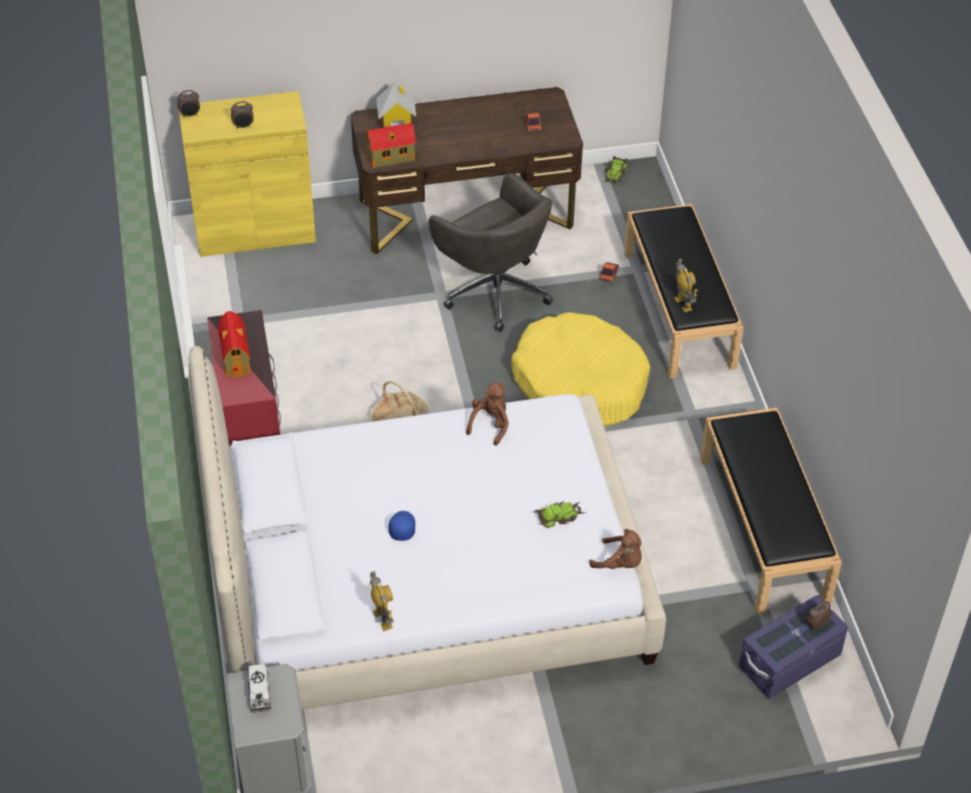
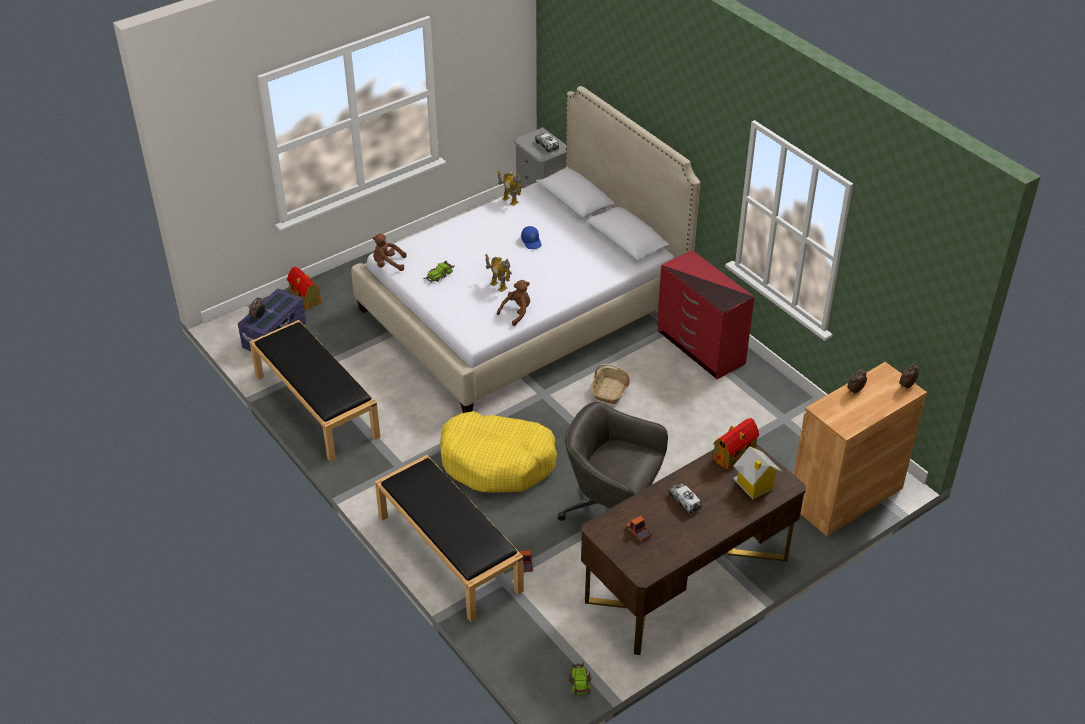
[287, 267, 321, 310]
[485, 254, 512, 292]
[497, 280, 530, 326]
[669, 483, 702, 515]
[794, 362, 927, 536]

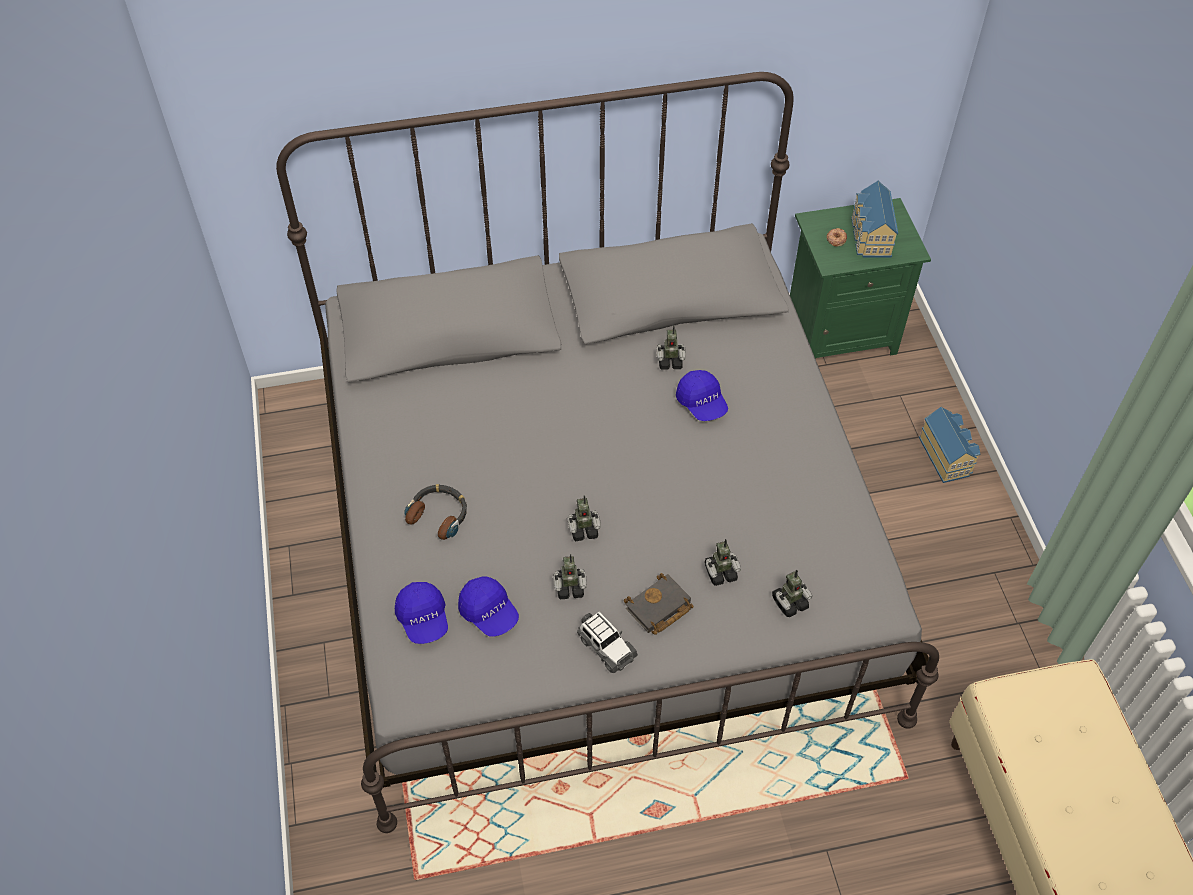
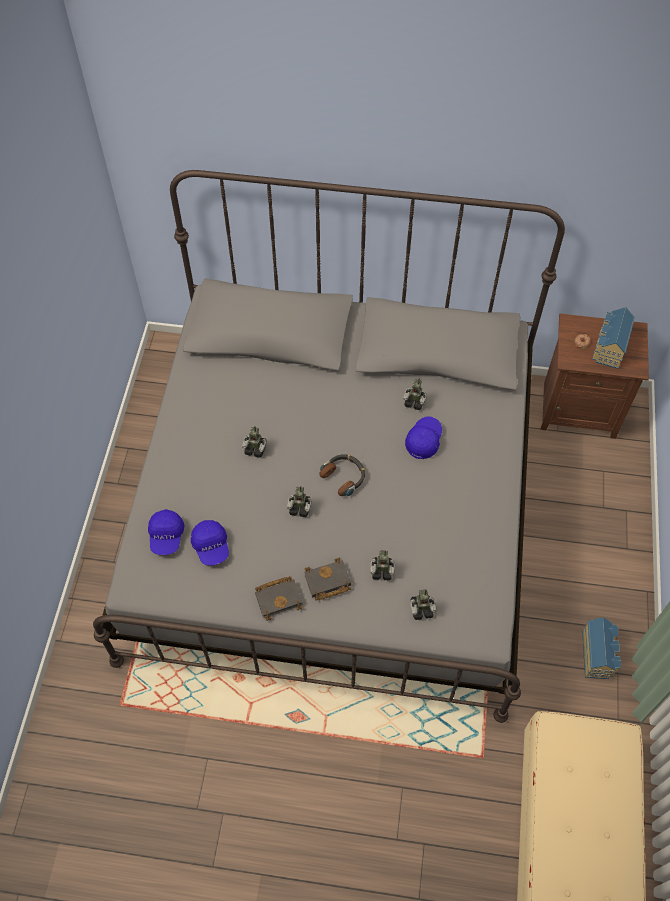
[242, 426, 267, 458]
[255, 576, 303, 621]
[319, 455, 365, 496]
[405, 416, 442, 459]
[540, 314, 649, 439]
[582, 617, 621, 679]

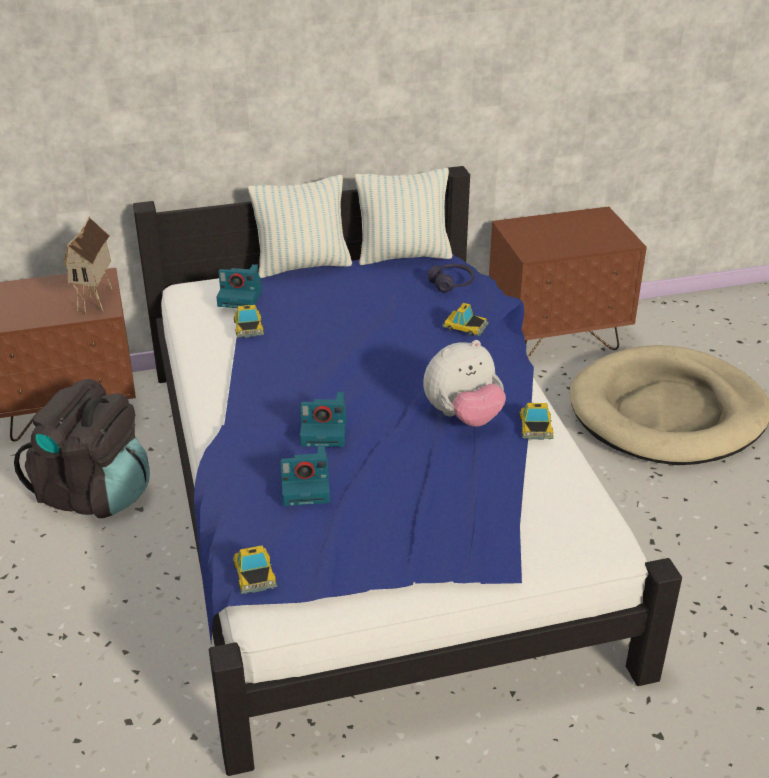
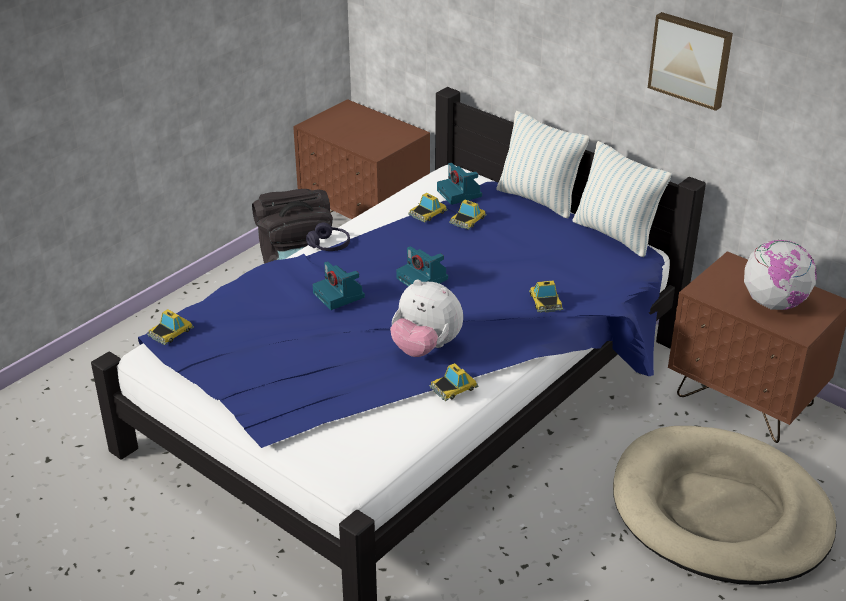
[306, 223, 350, 251]
[396, 246, 448, 286]
[449, 200, 487, 230]
[648, 12, 733, 111]
[744, 240, 817, 310]
[64, 217, 113, 315] (first image)

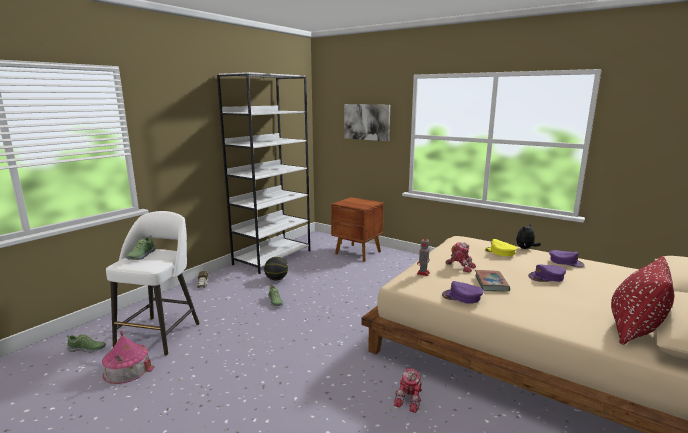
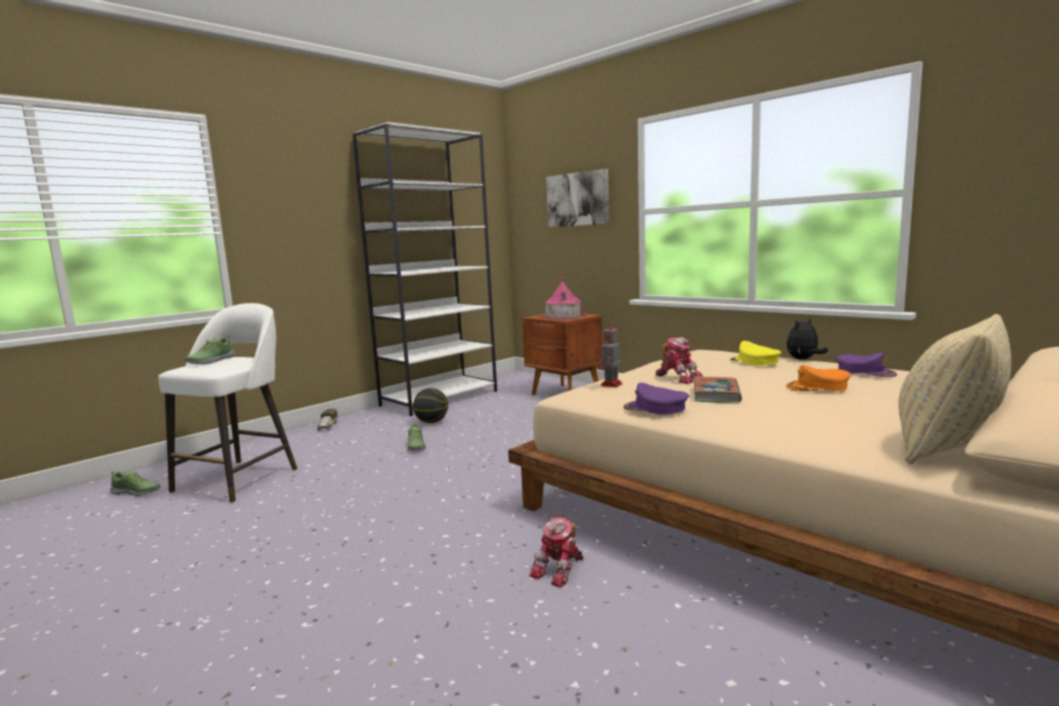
[544, 277, 587, 319]
[786, 365, 851, 392]
[898, 314, 1011, 464]

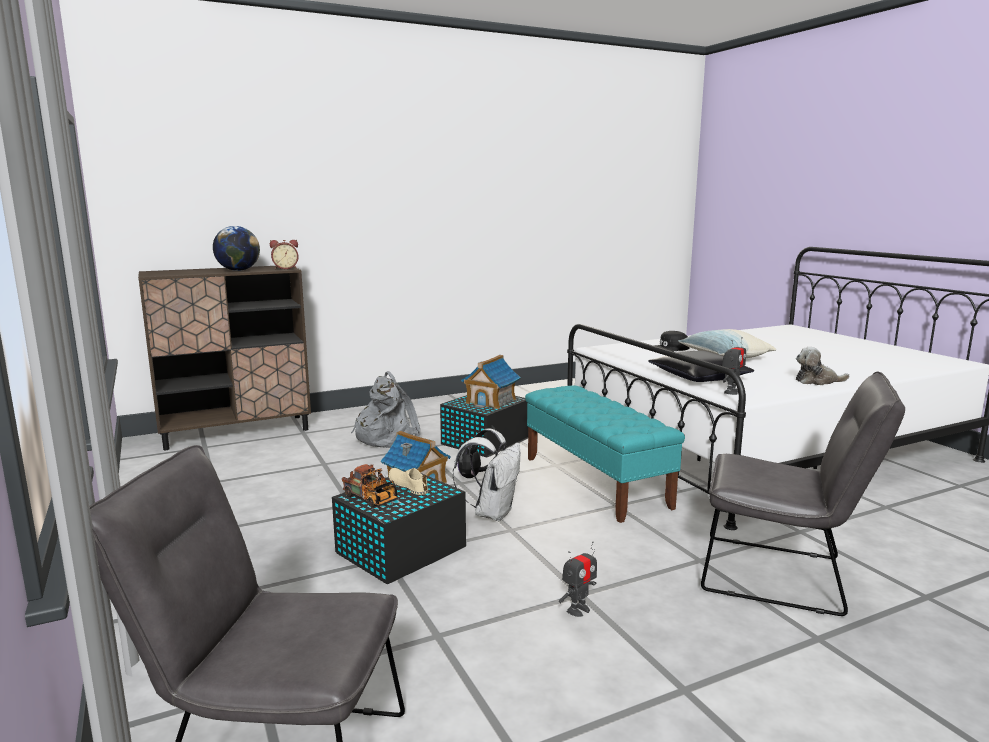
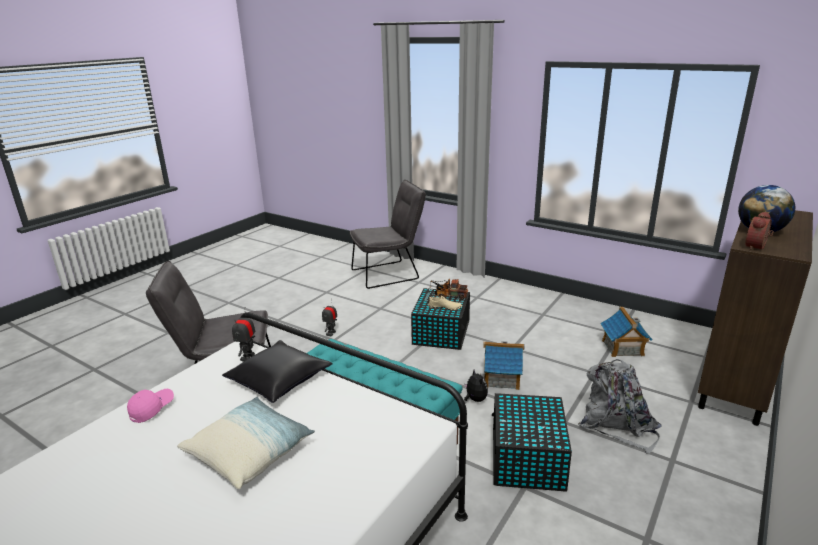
[127, 389, 174, 423]
[600, 307, 652, 357]
[453, 428, 520, 521] (first image)
[655, 331, 690, 351] (first image)

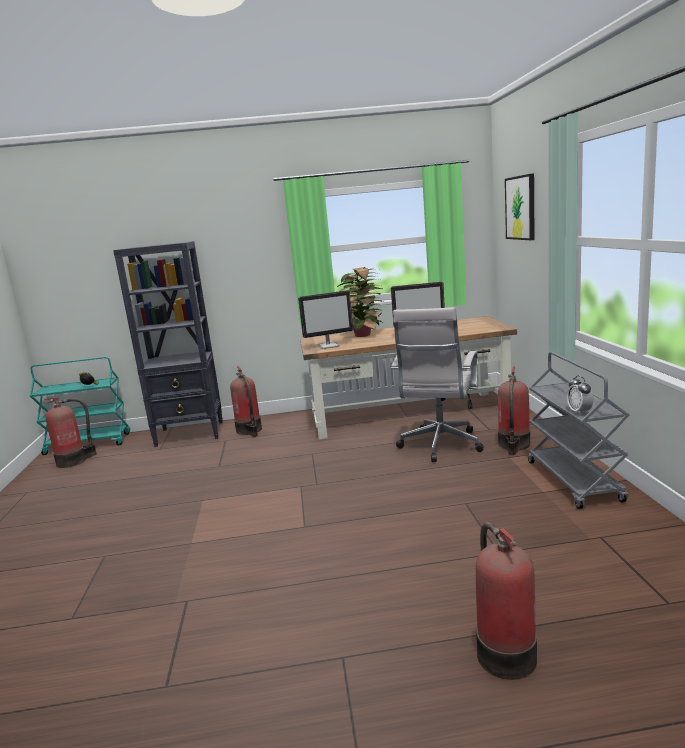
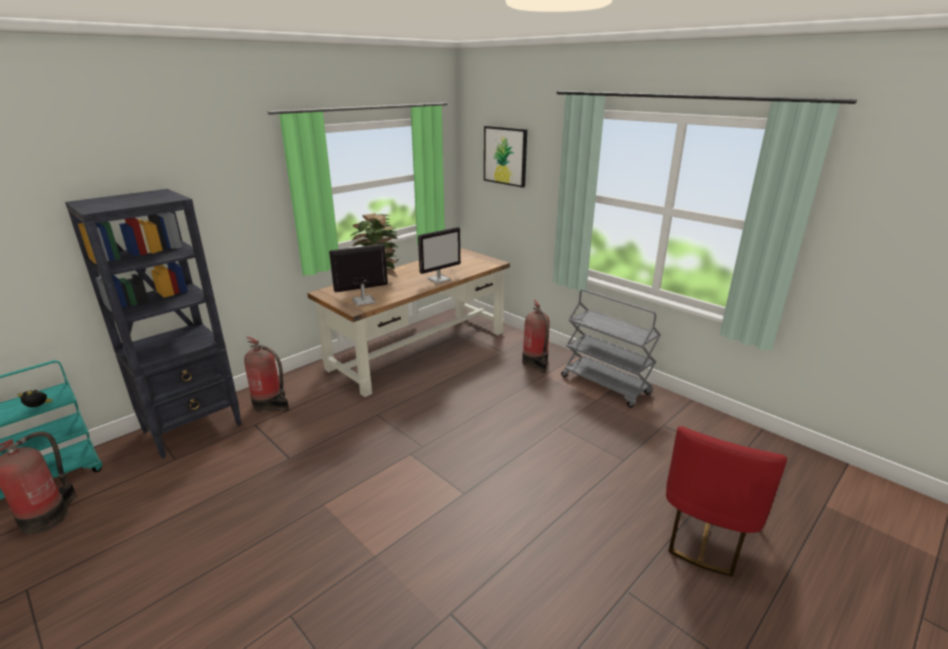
[329, 244, 388, 306]
[666, 426, 787, 577]
[391, 307, 484, 462] (first image)
[567, 375, 593, 414] (first image)

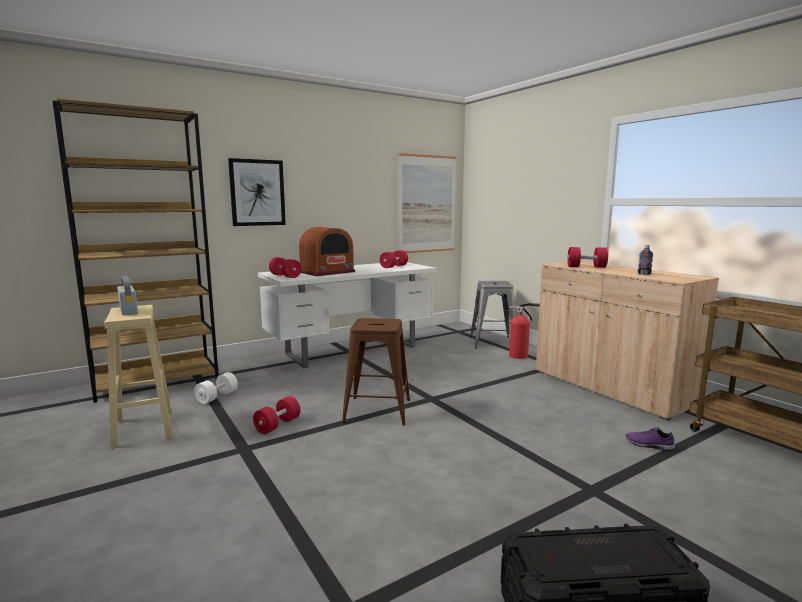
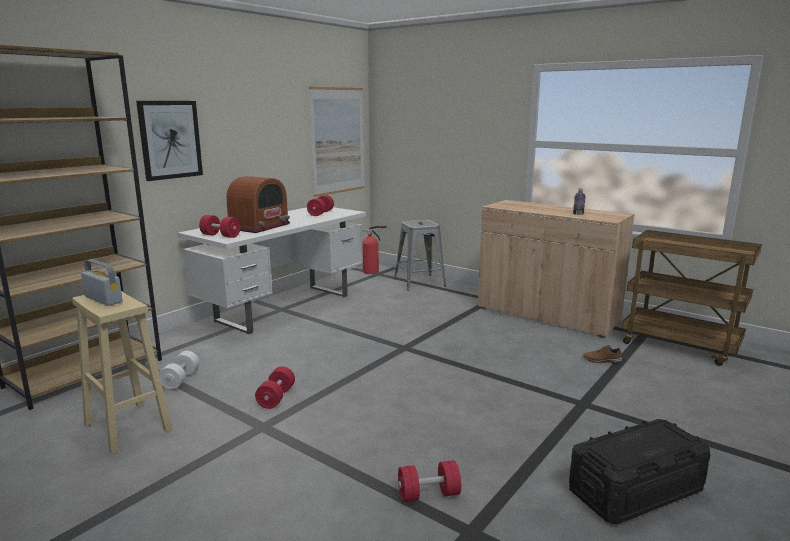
[362, 225, 387, 274]
[398, 460, 461, 502]
[583, 345, 622, 363]
[342, 318, 410, 426] (first image)

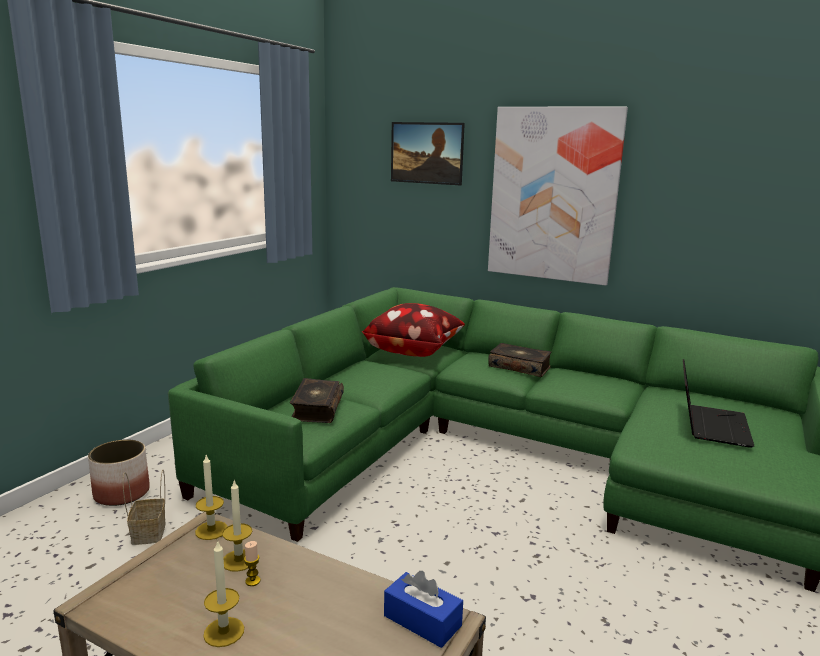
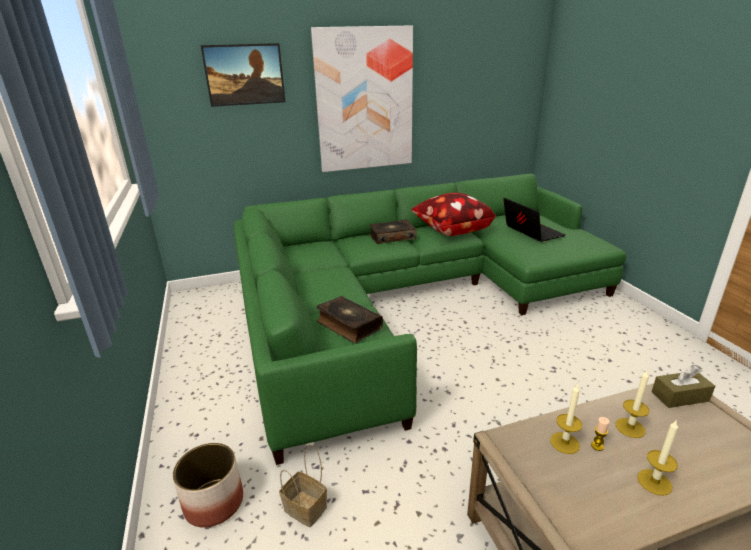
[411, 193, 496, 236]
[616, 369, 649, 438]
[652, 366, 715, 408]

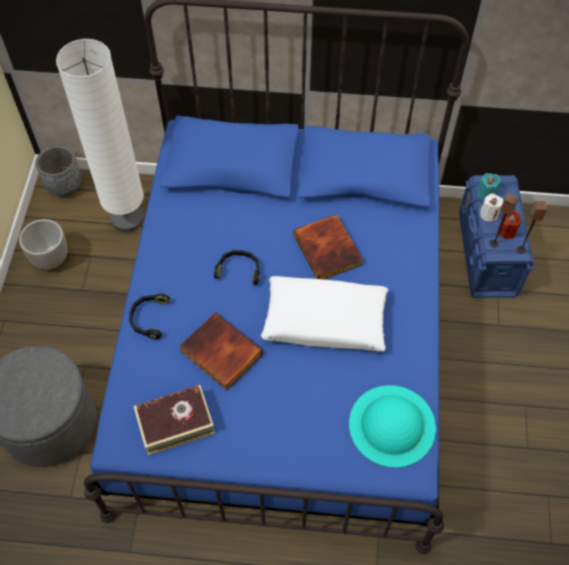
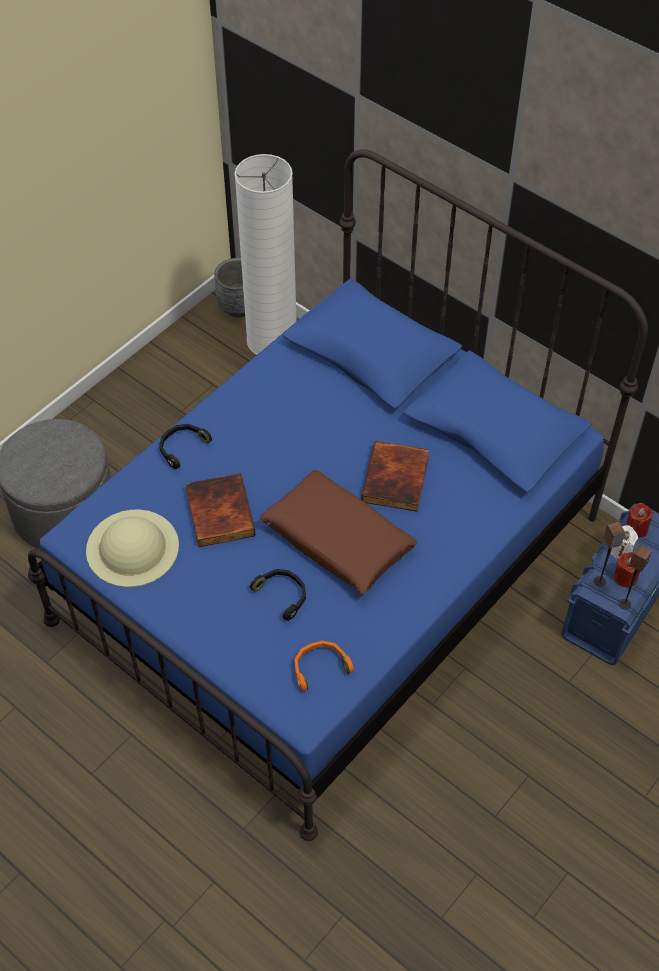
[86, 510, 179, 587]
[250, 569, 306, 621]
[260, 470, 417, 594]
[294, 641, 354, 691]
[625, 503, 653, 538]
[19, 219, 68, 270] (first image)

